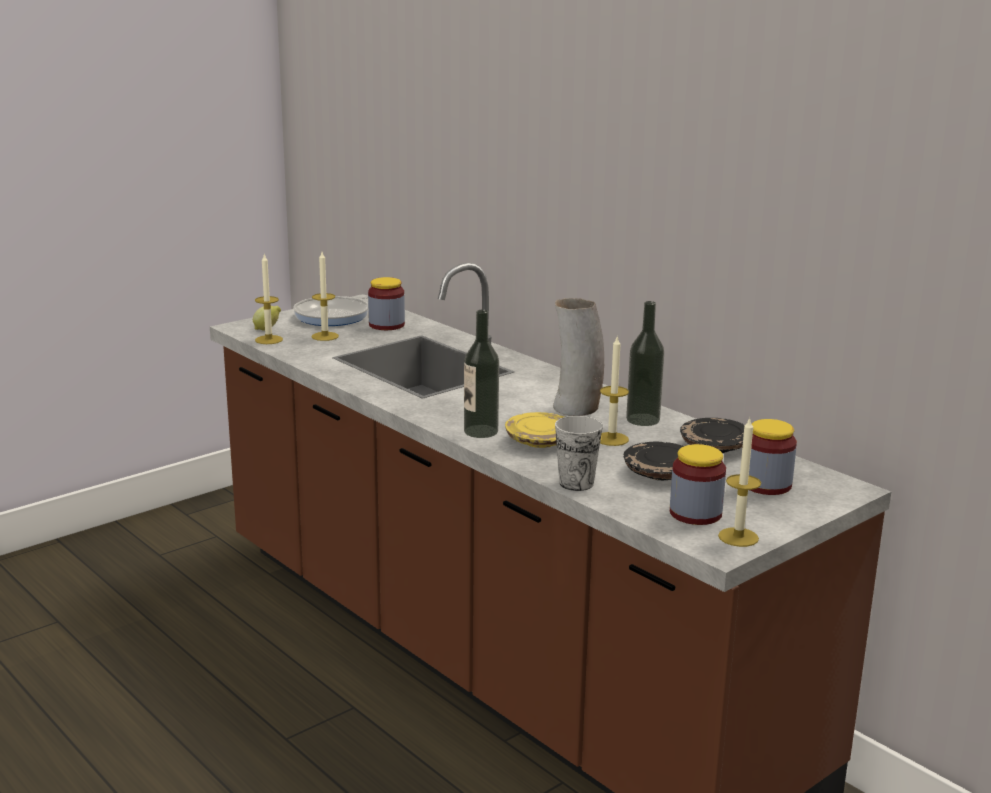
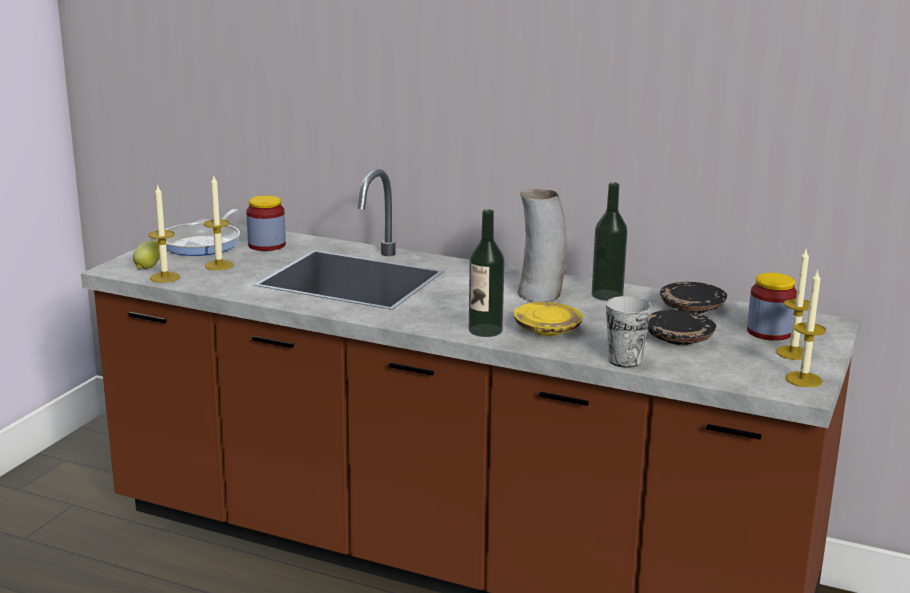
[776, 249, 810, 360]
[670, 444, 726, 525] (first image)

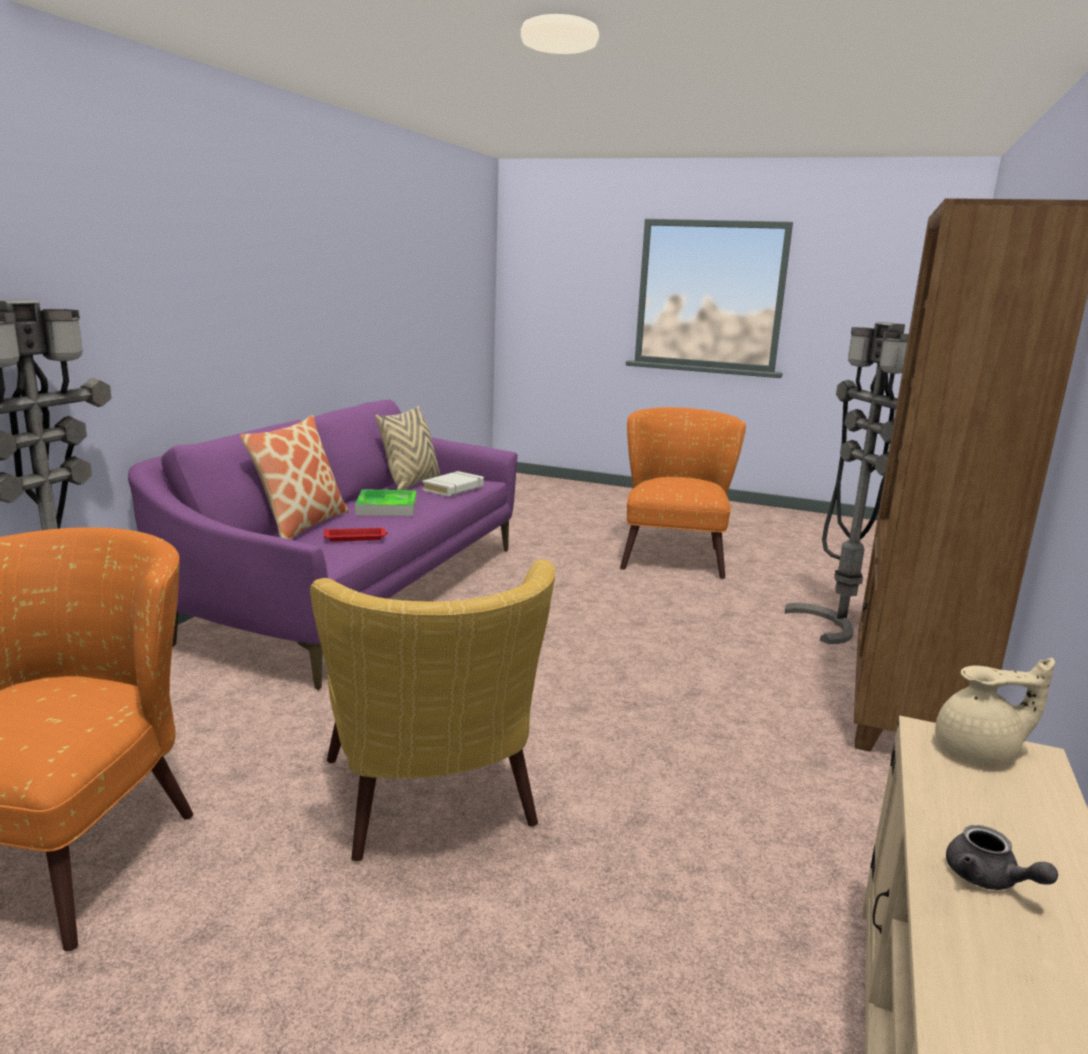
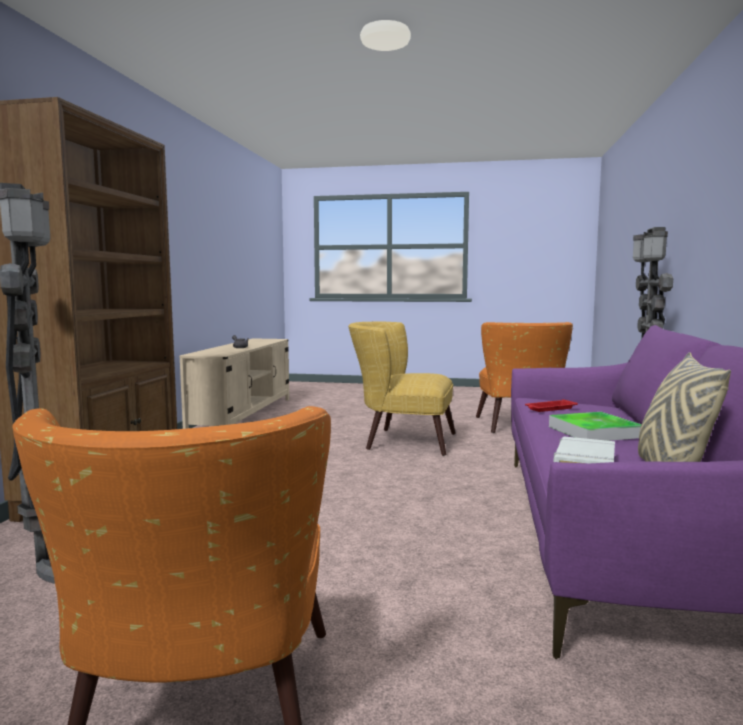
[348, 322, 456, 456]
[240, 415, 349, 540] (first image)
[935, 658, 1055, 763] (first image)

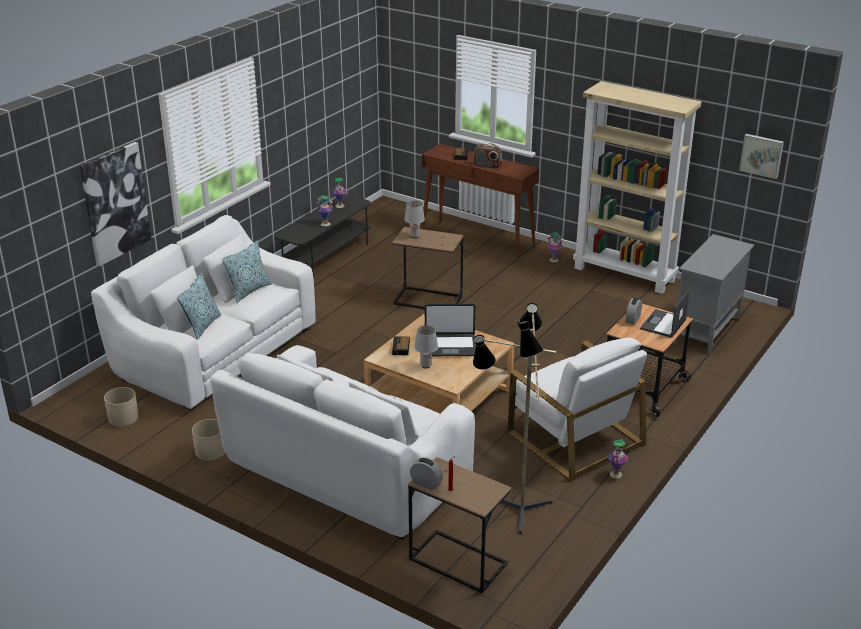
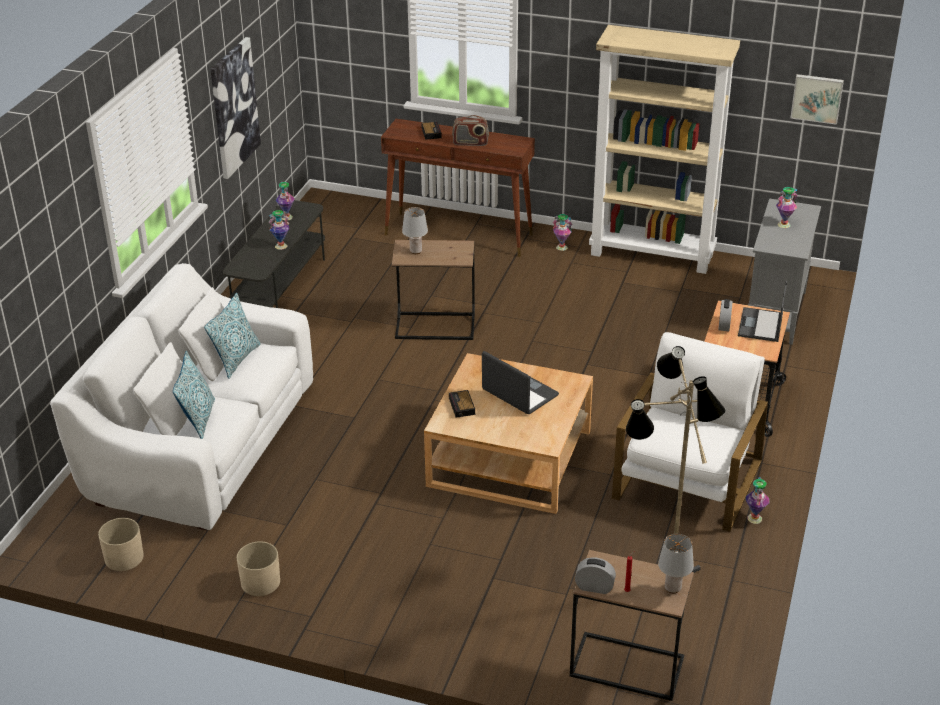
[210, 37, 261, 179]
[482, 351, 559, 414]
[612, 332, 768, 532]
[658, 534, 694, 593]
[776, 187, 798, 228]
[210, 345, 475, 540] (first image)

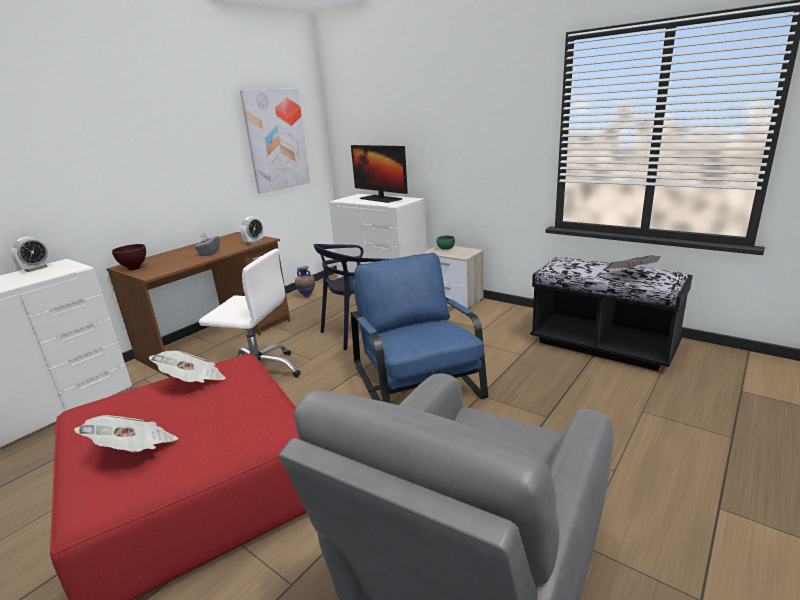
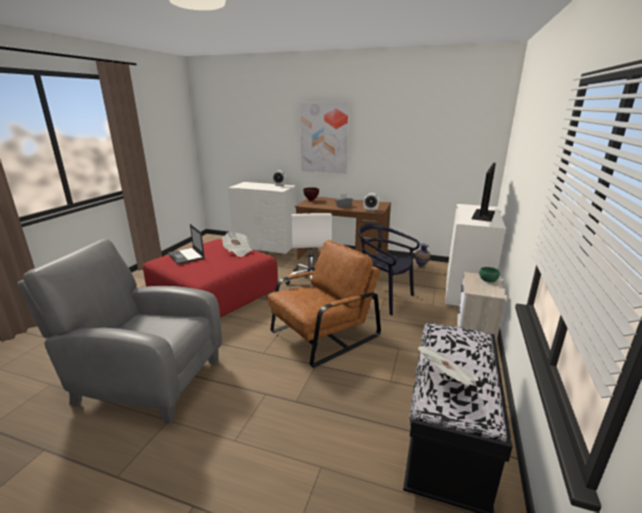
[168, 224, 205, 265]
[267, 240, 381, 368]
[300, 102, 348, 173]

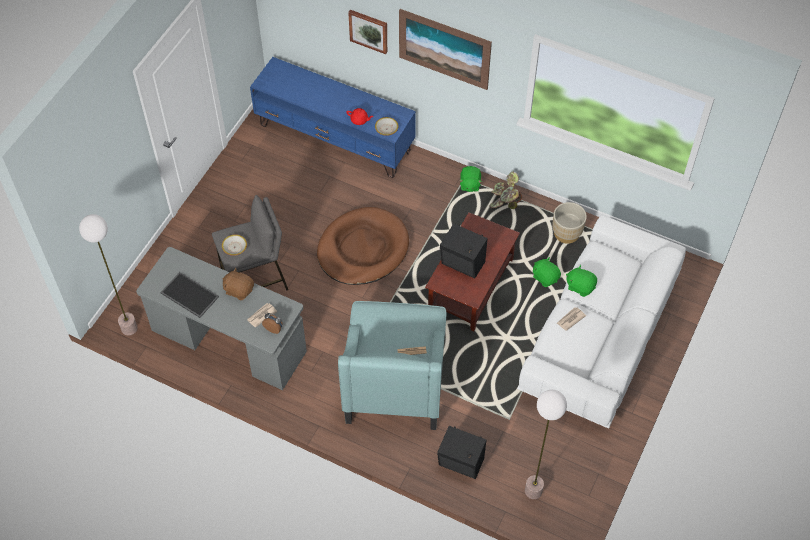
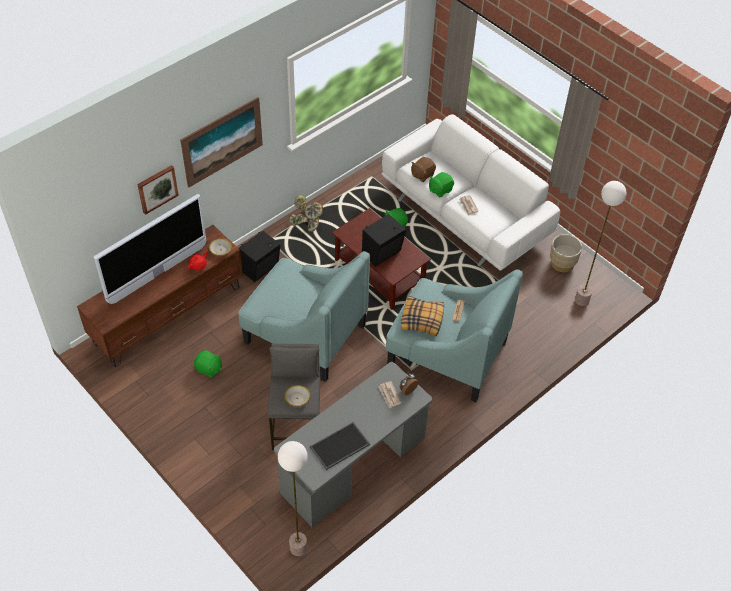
[77, 225, 243, 367]
[94, 194, 206, 304]
[194, 350, 222, 378]
[238, 251, 370, 382]
[239, 231, 280, 282]
[401, 296, 444, 336]
[411, 157, 436, 182]
[550, 234, 582, 272]

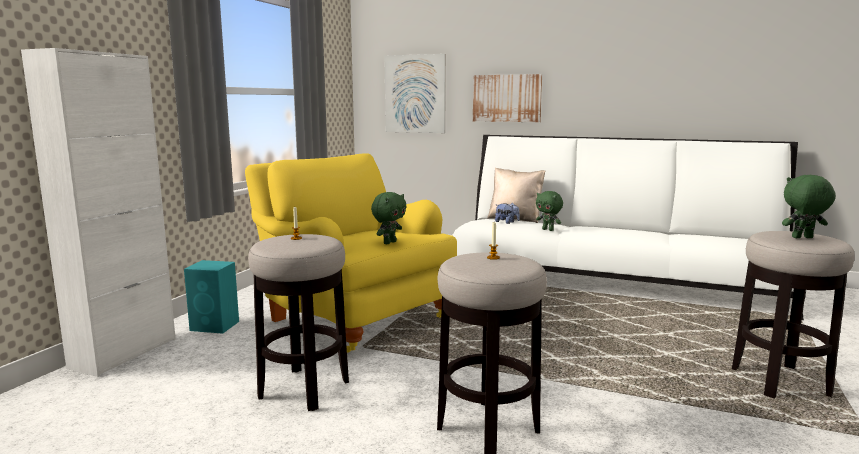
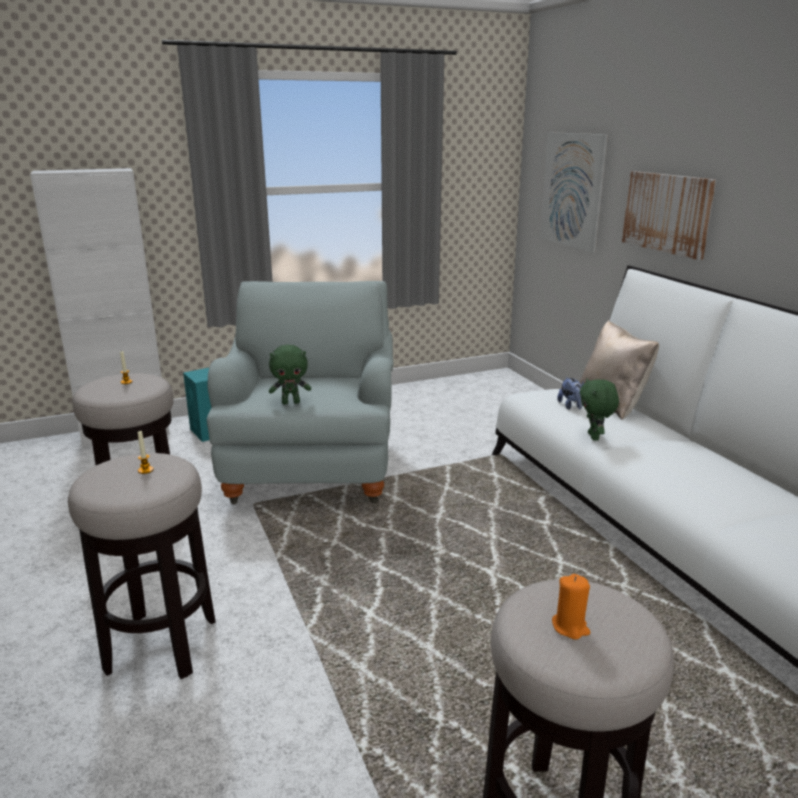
[207, 281, 394, 504]
[552, 574, 590, 640]

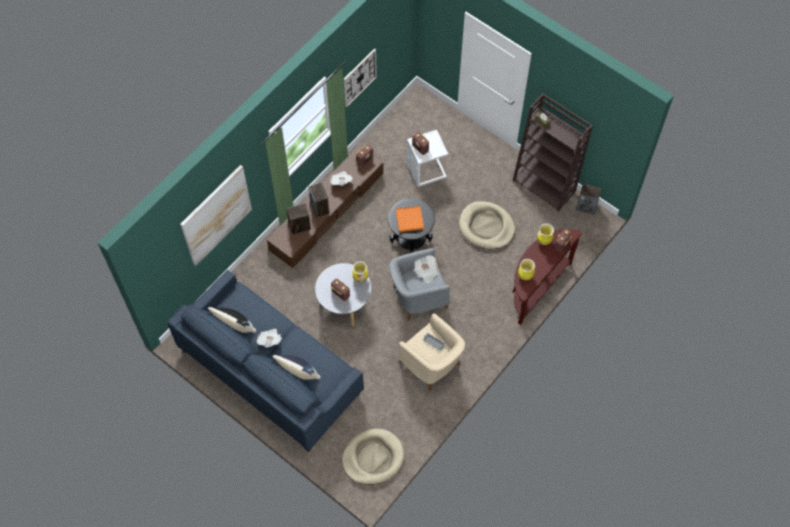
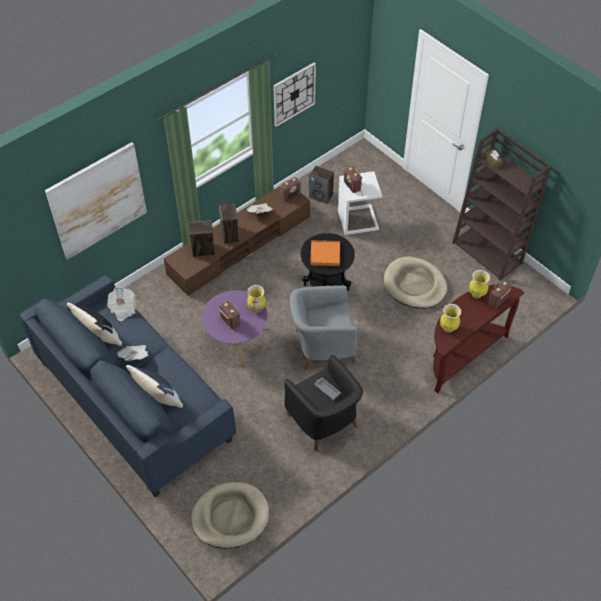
[107, 286, 136, 321]
[202, 290, 267, 366]
[284, 355, 363, 451]
[309, 166, 334, 204]

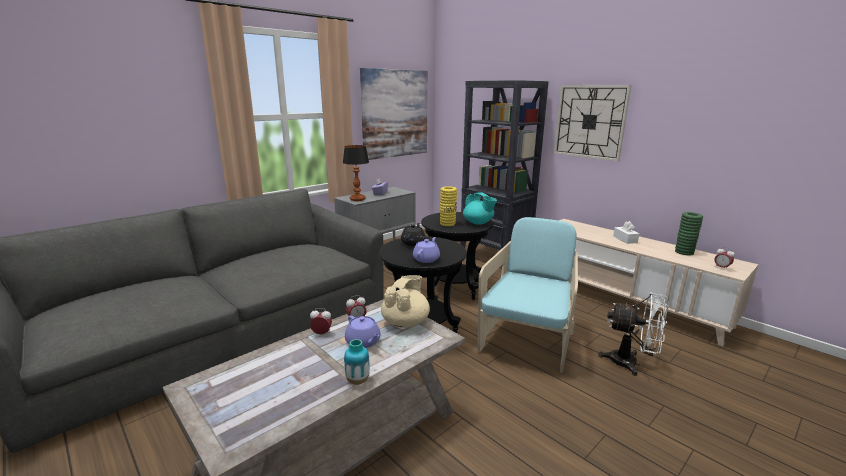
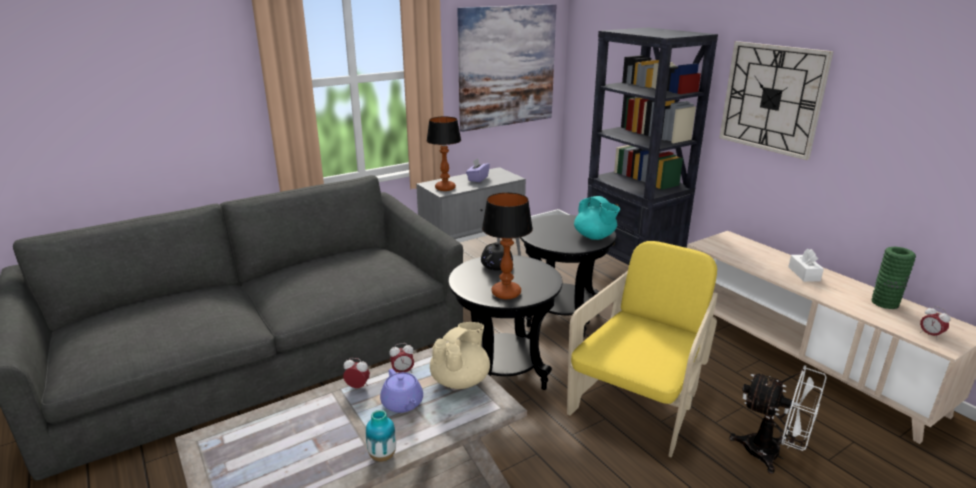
[482, 192, 533, 299]
[567, 241, 718, 457]
[440, 186, 457, 226] (first image)

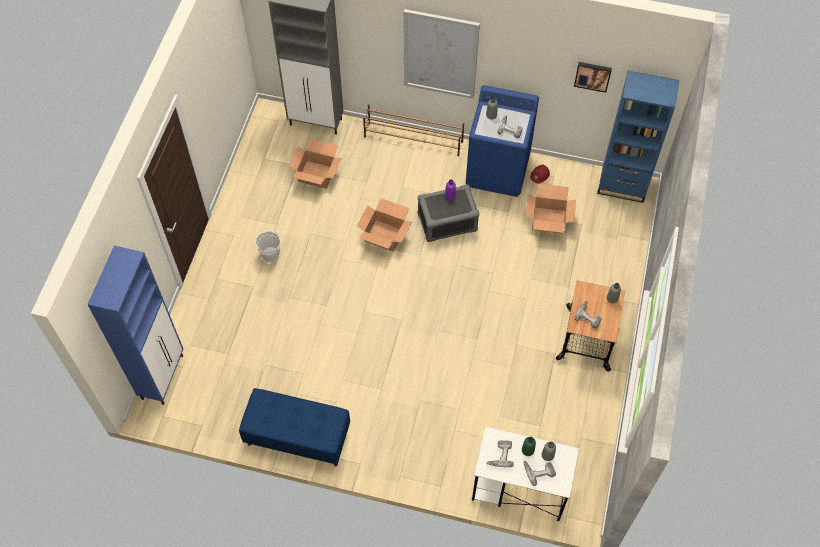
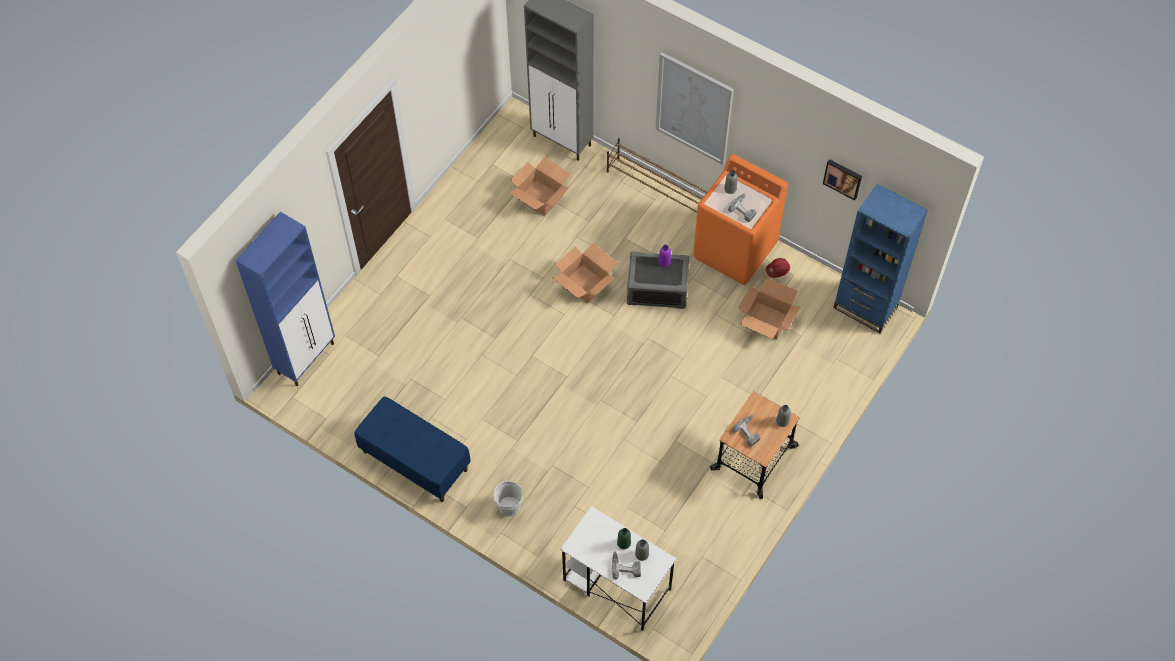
[493, 481, 522, 516]
[693, 154, 788, 285]
[487, 440, 514, 467] (first image)

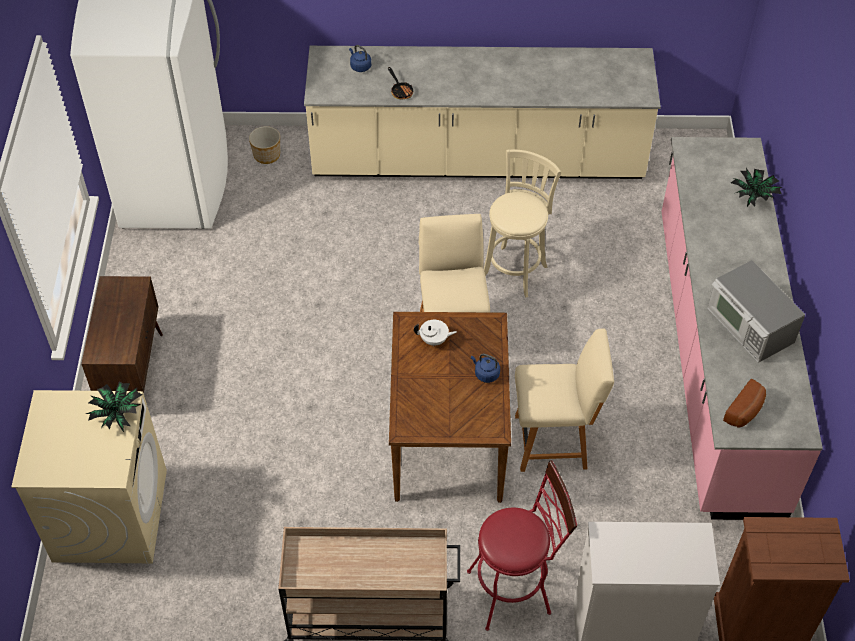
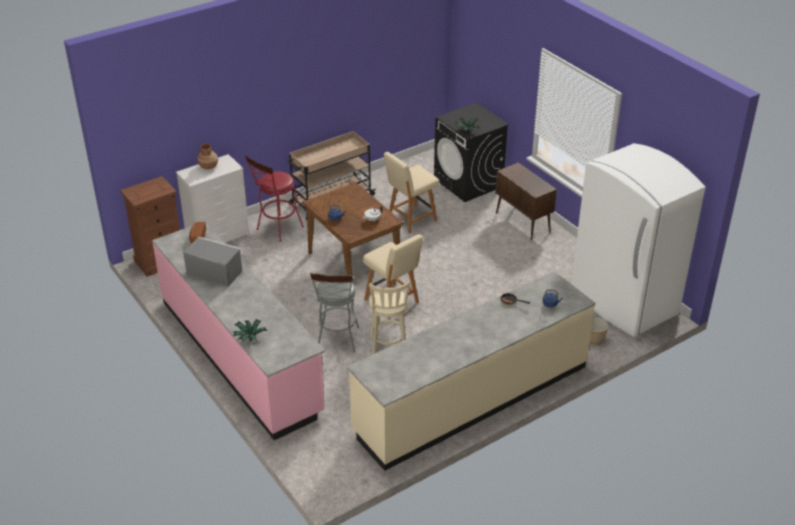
[197, 143, 218, 169]
[310, 273, 359, 353]
[384, 152, 439, 234]
[434, 103, 509, 202]

